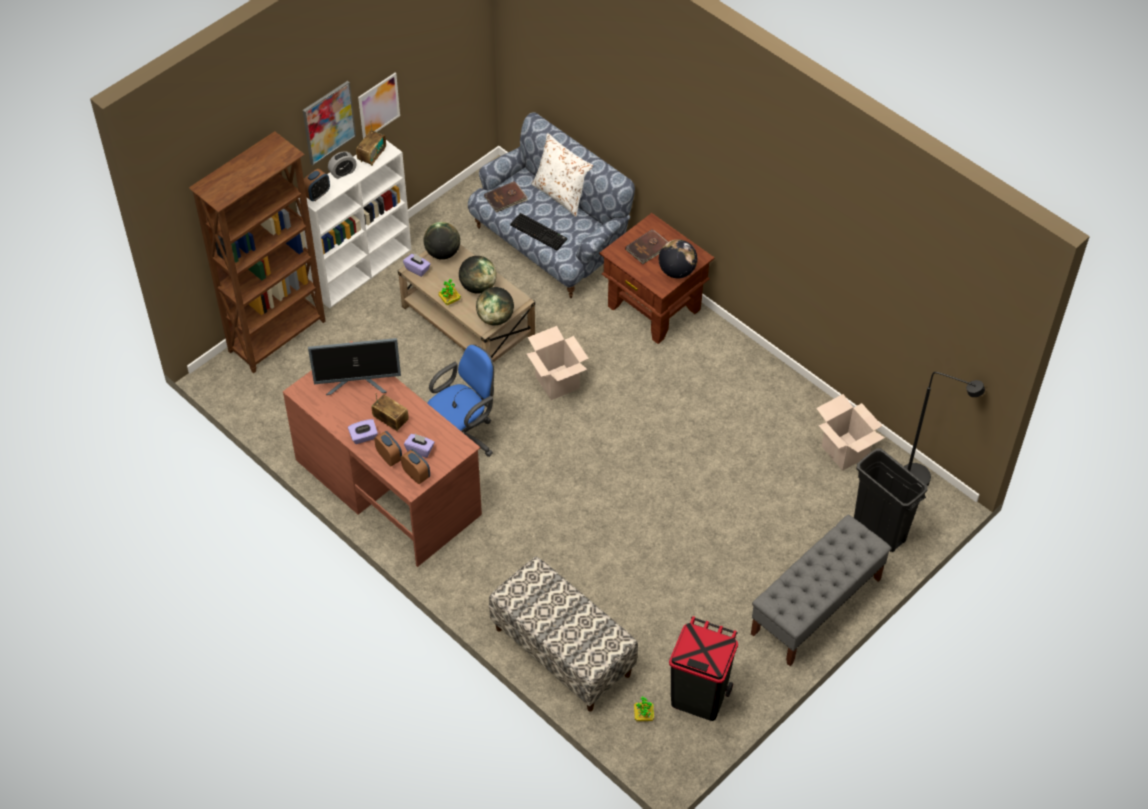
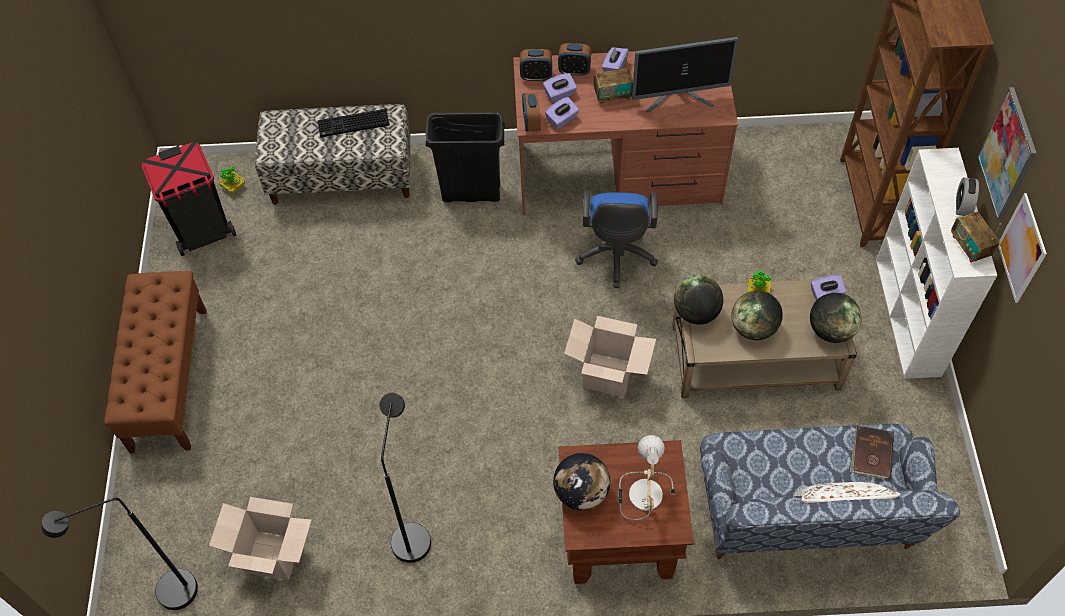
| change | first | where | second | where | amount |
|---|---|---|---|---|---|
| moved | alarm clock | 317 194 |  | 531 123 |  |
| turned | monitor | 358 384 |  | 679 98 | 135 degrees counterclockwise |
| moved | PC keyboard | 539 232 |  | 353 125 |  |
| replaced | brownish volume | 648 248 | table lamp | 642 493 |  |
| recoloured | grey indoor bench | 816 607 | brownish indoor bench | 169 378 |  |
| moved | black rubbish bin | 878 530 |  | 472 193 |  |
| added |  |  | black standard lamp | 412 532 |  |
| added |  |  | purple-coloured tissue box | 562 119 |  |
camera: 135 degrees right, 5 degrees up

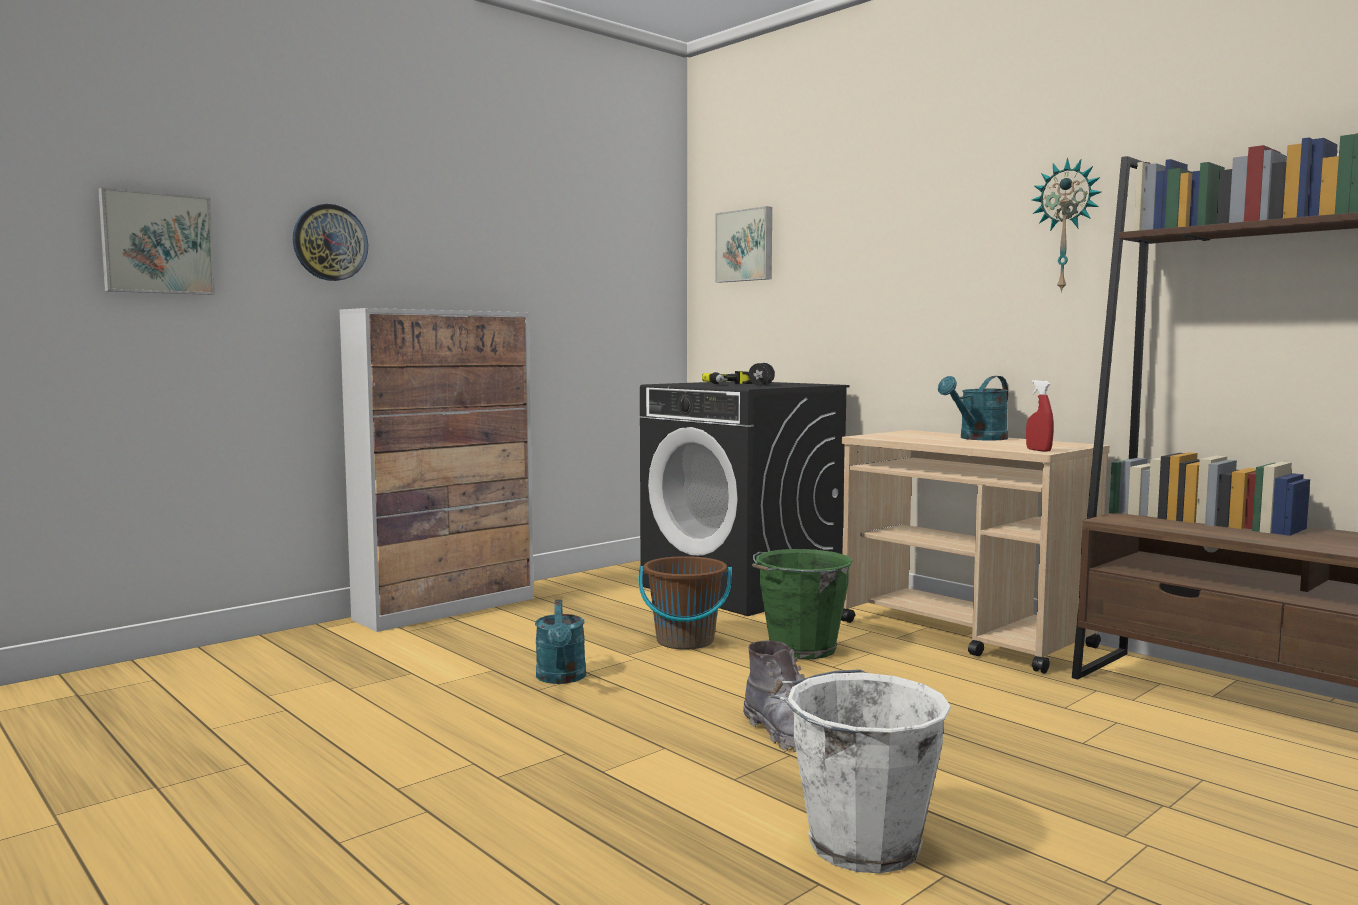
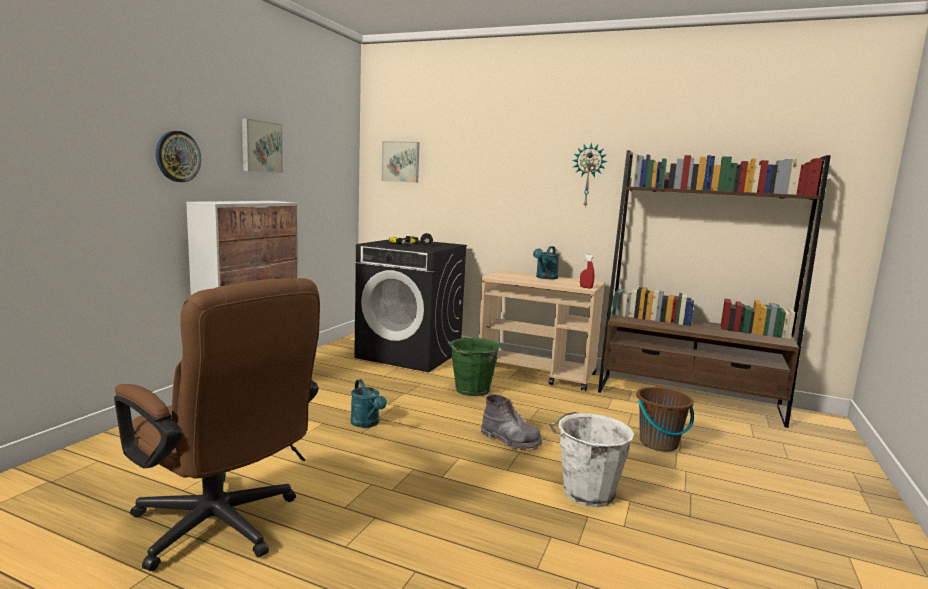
| change | first | where | second | where | amount |
|---|---|---|---|---|---|
| moved | wall art | 157 243 |  | 260 146 |  |
| moved | brownish pail | 685 641 |  | 658 443 |  |
| added |  |  | brownish desk chair | 223 528 |  |
camera: 25 degrees left, 5 degrees up

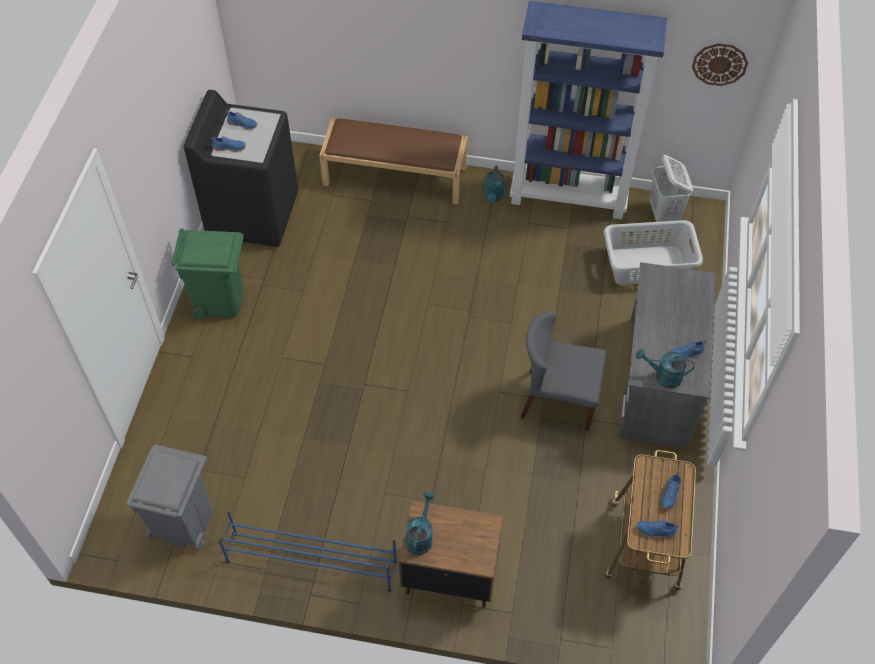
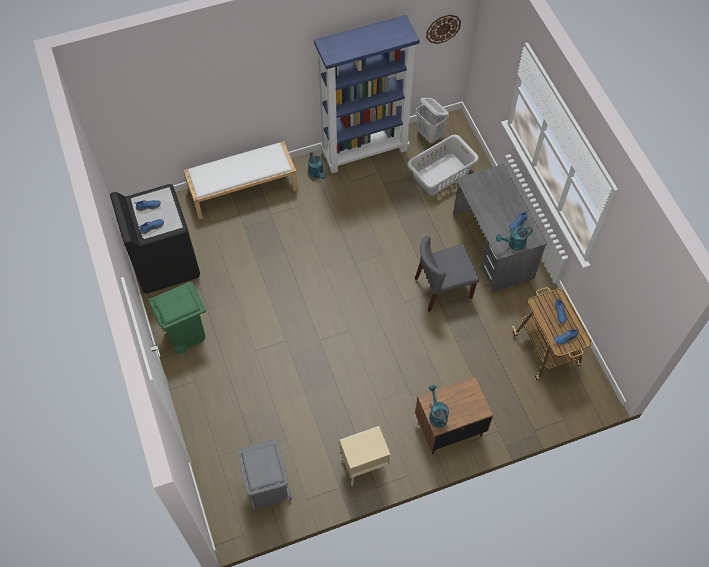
| change | first | where | second | where | amount |
|---|---|---|---|---|---|
| replaced | blue shoe shelf | 311 561 | beige-coloured nightstand | 363 467 |  |
| recoloured | brownish indoor bench | 396 175 | white indoor bench | 243 189 |  |
camera: 30 degrees left, 5 degrees up

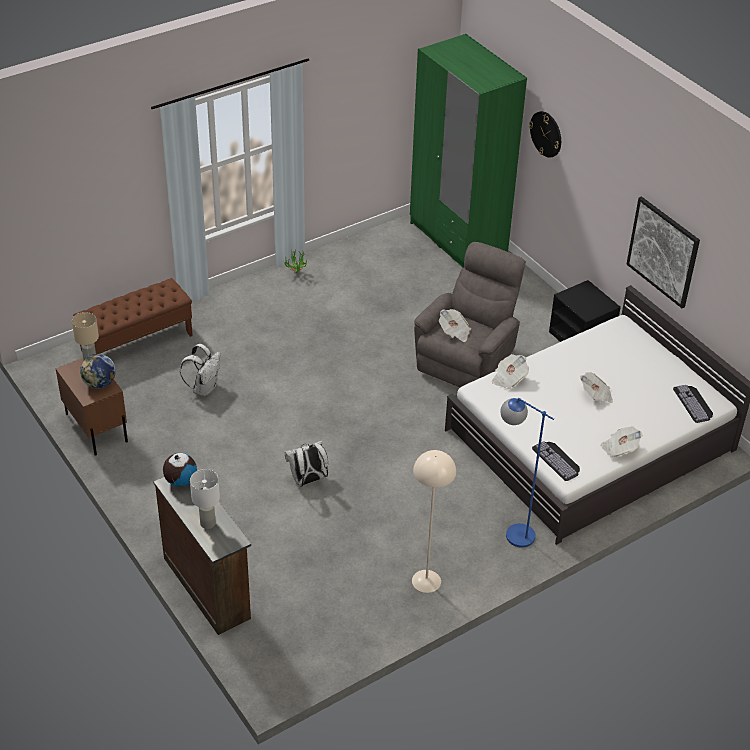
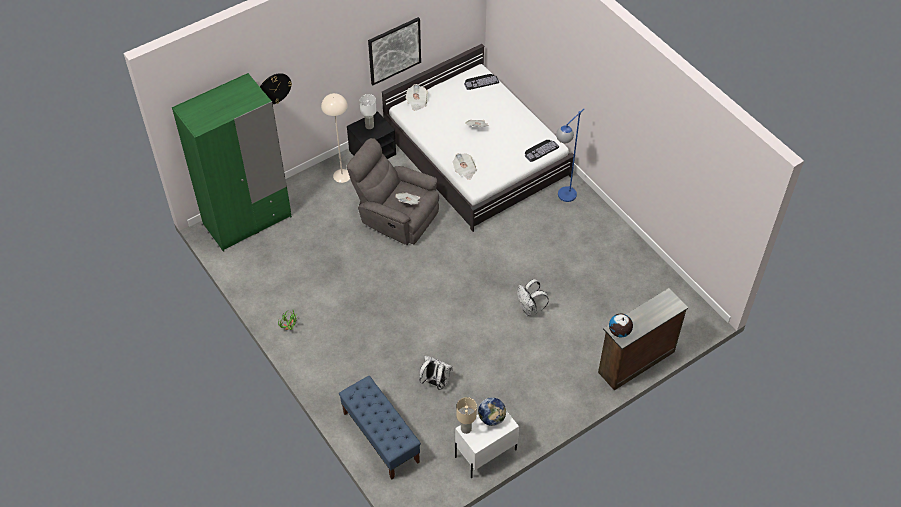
| change | first | where | second | where | amount |
|---|---|---|---|---|---|
| recoloured | brownish nightstand | 96 427 | white nightstand | 485 453 |  |
| recoloured | brownish indoor bench | 137 342 | blue indoor bench | 380 437 |  |
| moved | white table lamp | 207 523 |  | 369 126 |  |
| moved | beige-coloured standard lamp | 426 581 |  | 342 175 |  |
| moved | daily paper | 619 449 |  | 417 102 |  |
camera: 90 degrees left, 10 degrees up

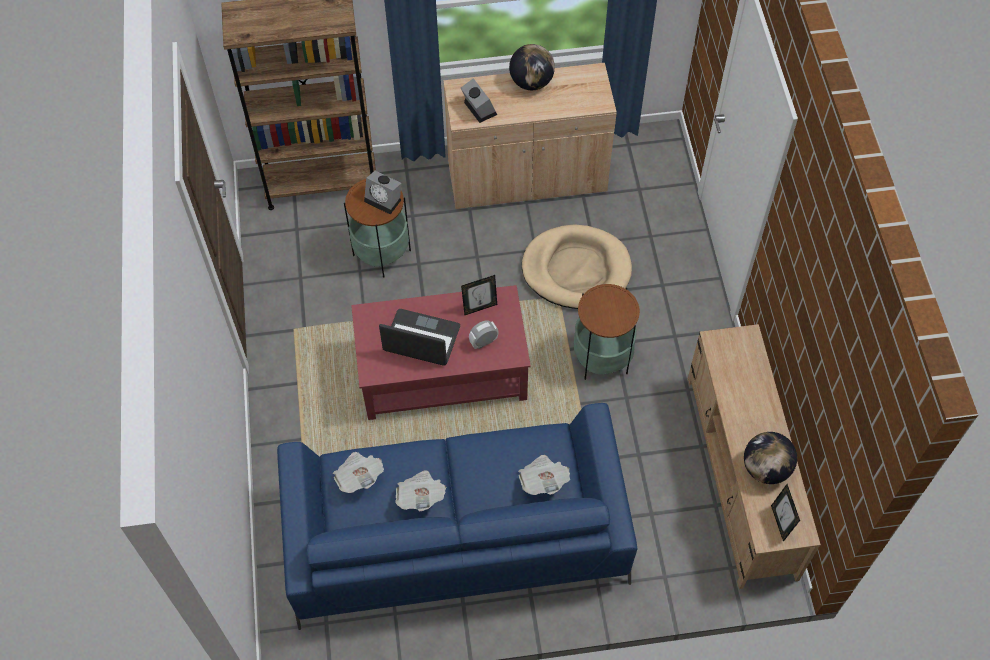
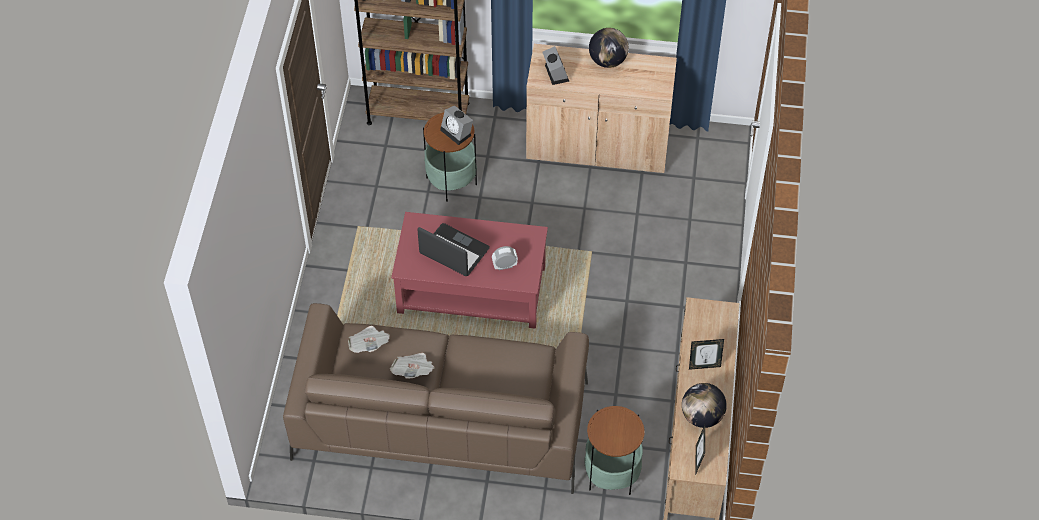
| change | first | where | second | where | amount |
|---|---|---|---|---|---|
| recoloured | blue couch | 456 535 | brownish couch | 441 420 |  |
| moved | photo frame | 479 307 |  | 704 366 |  |
| removed | daily paper | 543 480 |  |  |  |
| removed | beige-coloured dog cushion | 576 270 |  |  |  |
| moved | end table | 602 357 |  | 611 474 |  |
camera: 15 degrees right, 5 degrees down

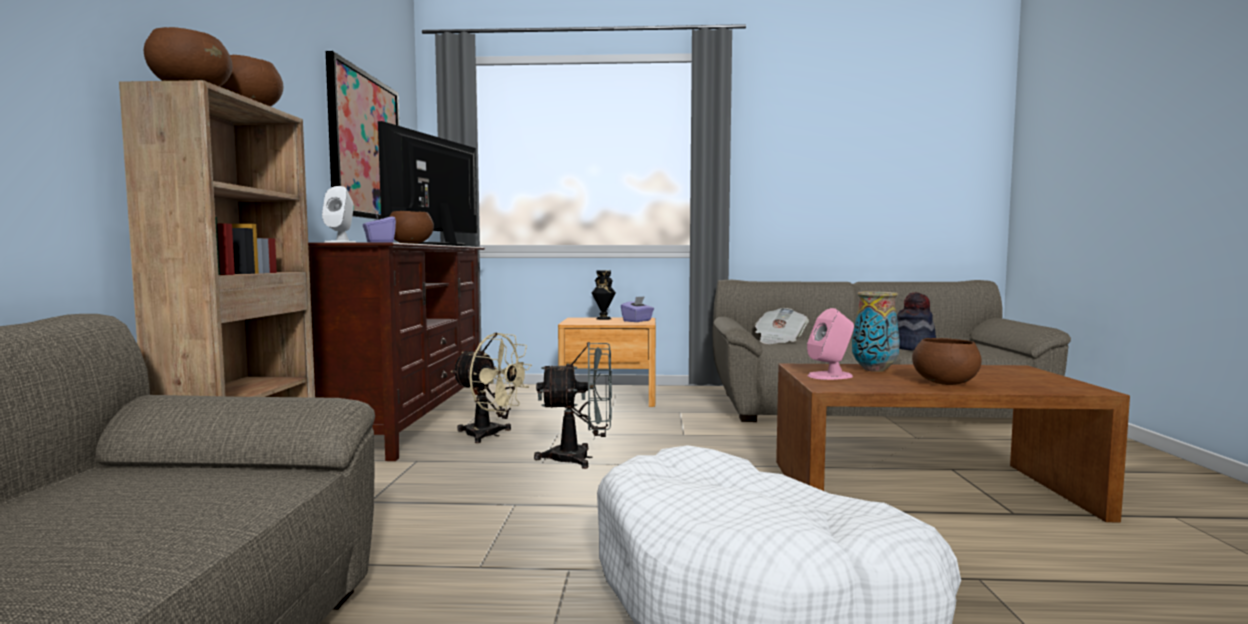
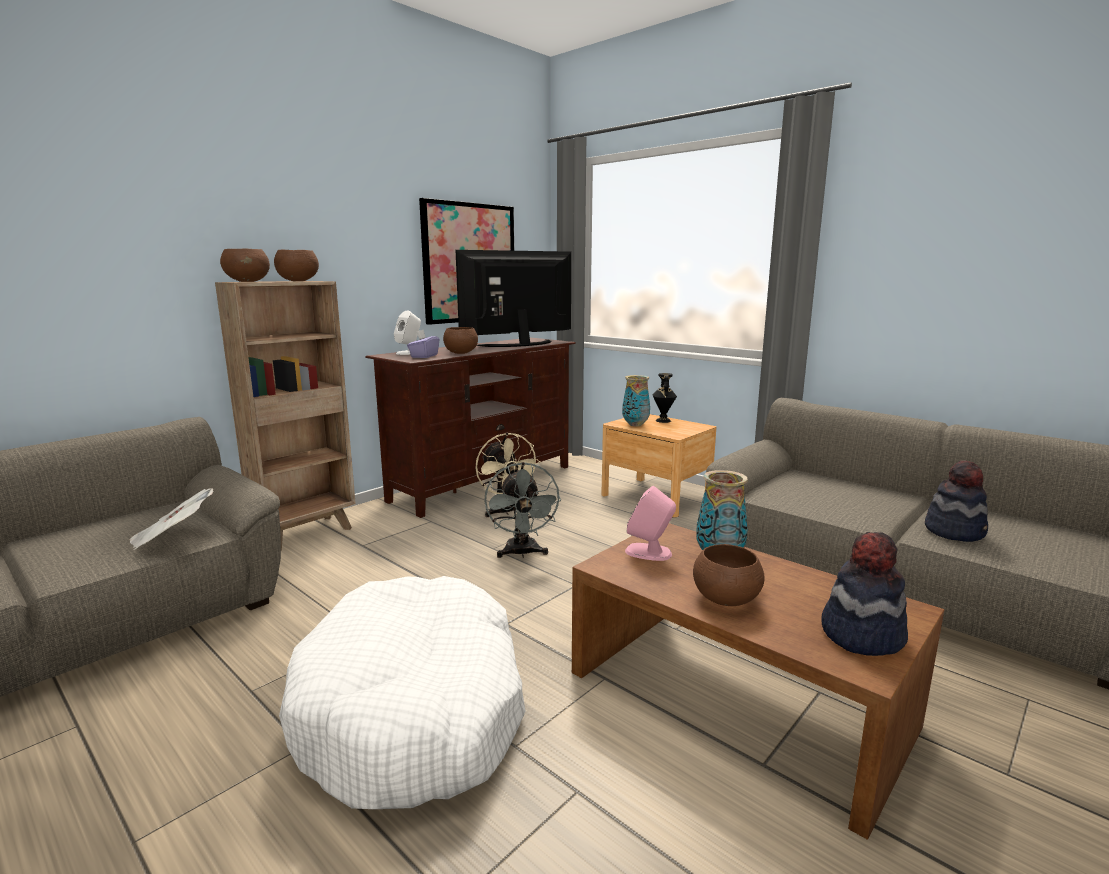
| change | first | where | second | where | amount |
|---|---|---|---|---|---|
| turned | grey fan | 580 458 |  | 522 553 | 45 degrees clockwise |
| removed | purple-coloured tissue box | 637 321 |  |  |  |
| moved | daily paper | 779 341 |  | 173 538 |  |
| added |  |  | vase | 635 425 |  |
| added |  |  | clothing hat | 861 634 |  |
camera: 40 degrees right, 10 degrees up

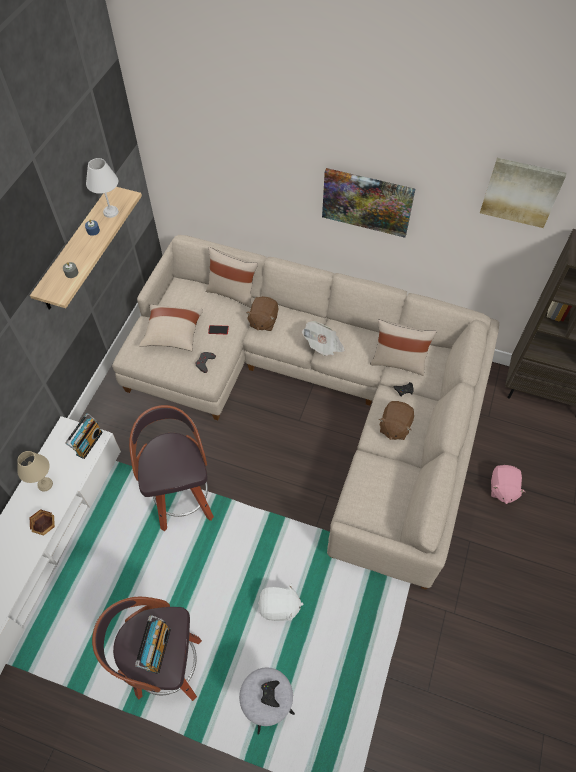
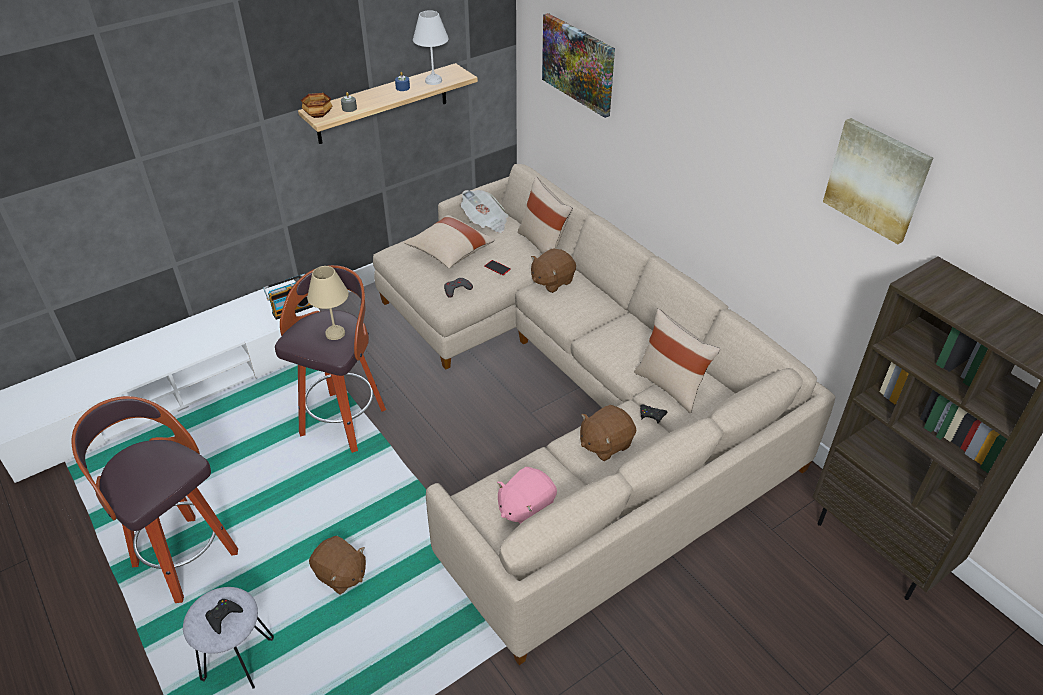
| change | first | where | second | where | amount |
|---|---|---|---|---|---|
| moved | beige-coloured table lamp | 45 485 |  | 334 334 |  |
| moved | serving bowl | 46 526 |  | 319 115 |  |
| removed | radio set | 156 649 |  |  |  |
| recoloured | white plush toy | 279 607 | brownish plush toy | 340 575 |  |
| moved | daily paper | 323 346 |  | 485 222 |  |
| moved | wall art | 367 201 |  | 578 64 |  |
| moved | pink plush toy | 502 488 |  | 525 508 |  |
camera: 35 degrees right, 15 degrees down

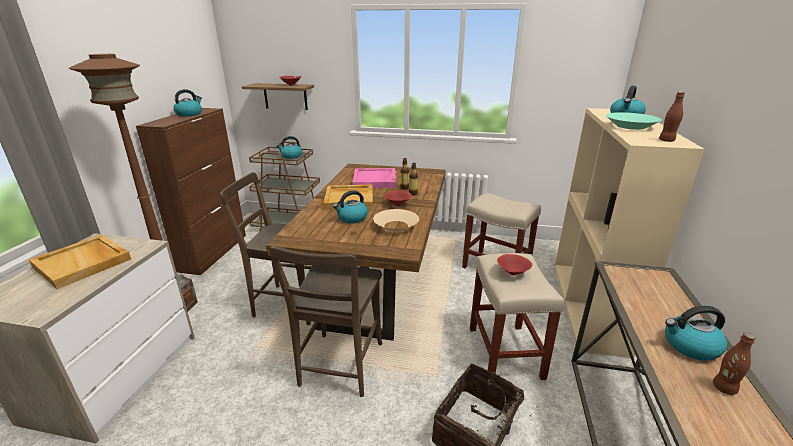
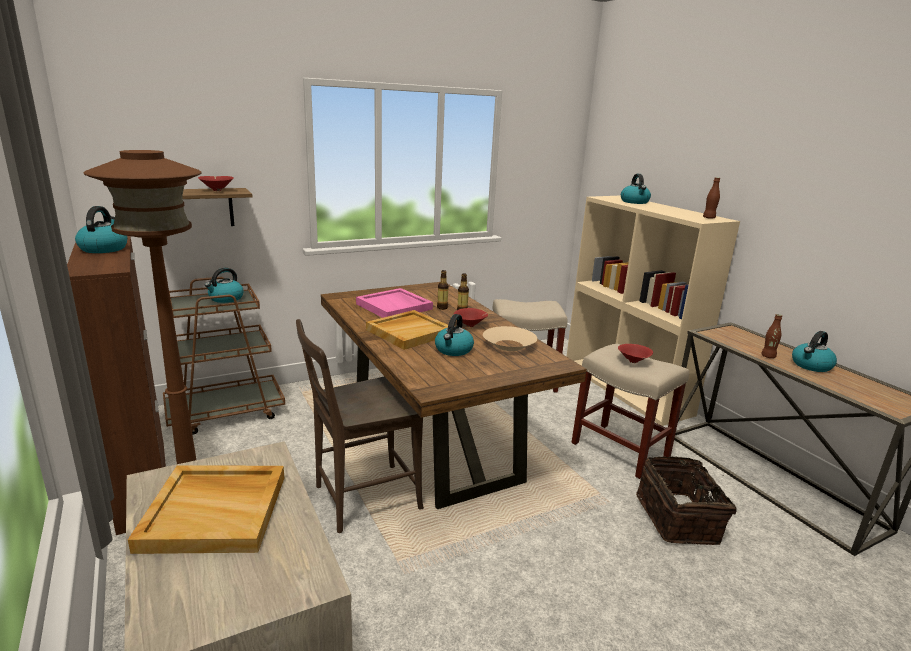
| change | first | where | second | where | amount |
|---|---|---|---|---|---|
| removed | brownish upright chair | 339 367 |  |  |  |
| removed | blue-green serving bowl | 631 126 |  |  |  |
| moved | brownish bottle | 724 388 |  | 768 356 |  |
camera: 40 degrees left, 5 degrees down

